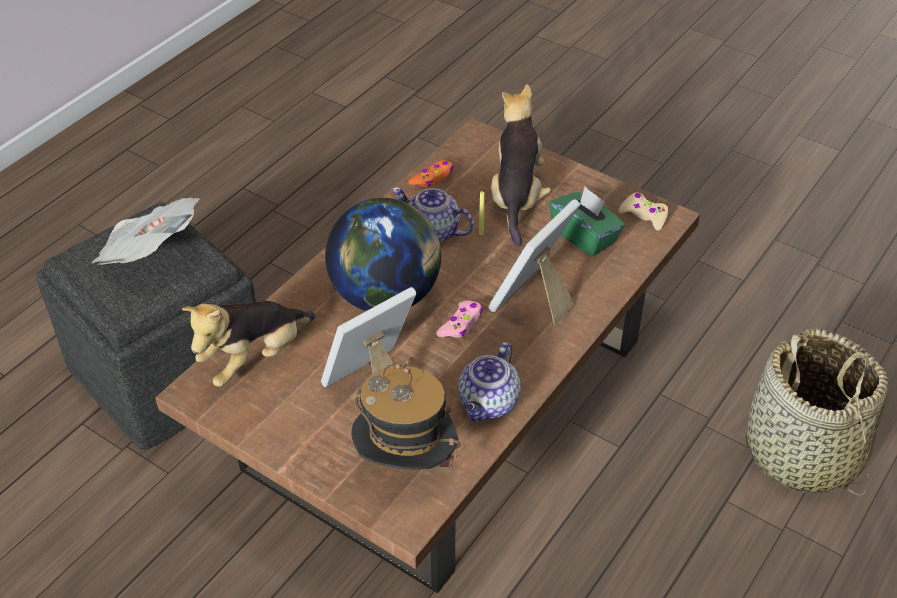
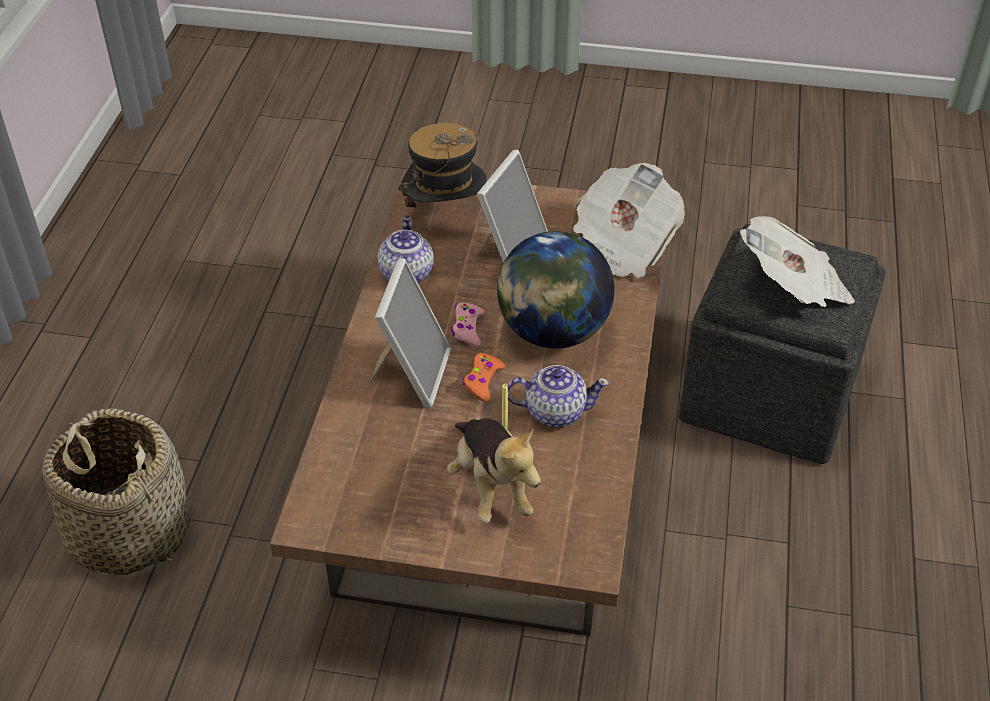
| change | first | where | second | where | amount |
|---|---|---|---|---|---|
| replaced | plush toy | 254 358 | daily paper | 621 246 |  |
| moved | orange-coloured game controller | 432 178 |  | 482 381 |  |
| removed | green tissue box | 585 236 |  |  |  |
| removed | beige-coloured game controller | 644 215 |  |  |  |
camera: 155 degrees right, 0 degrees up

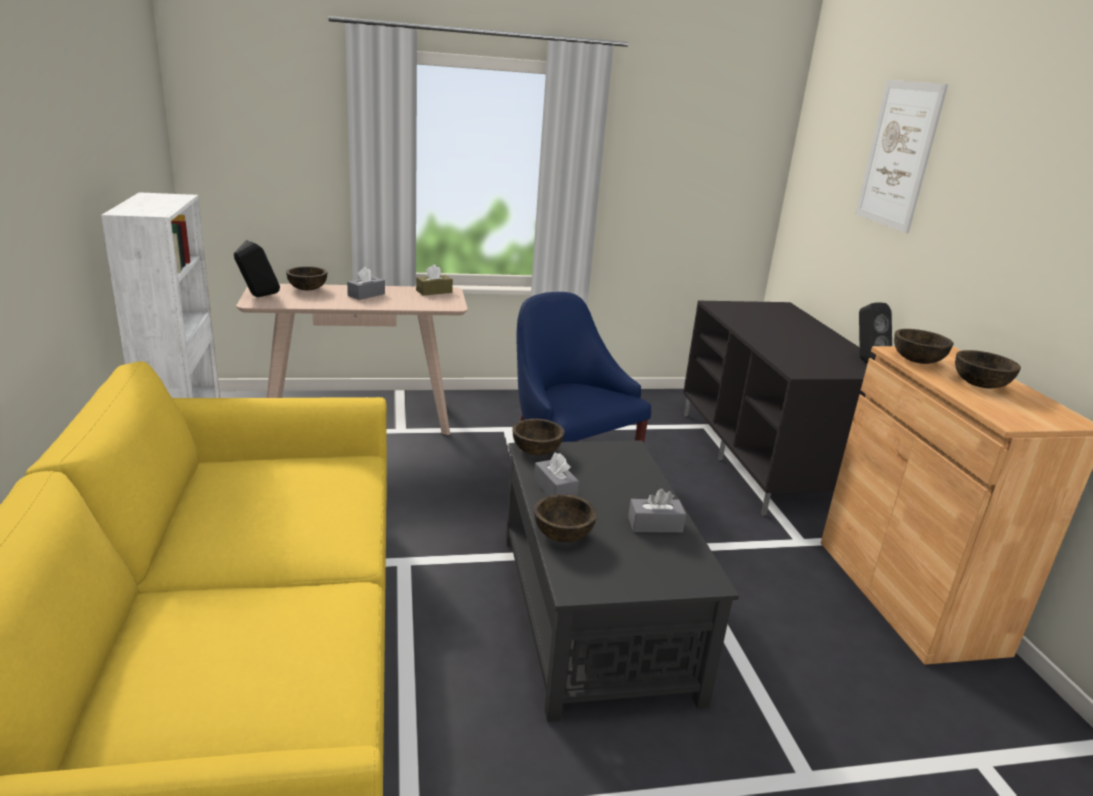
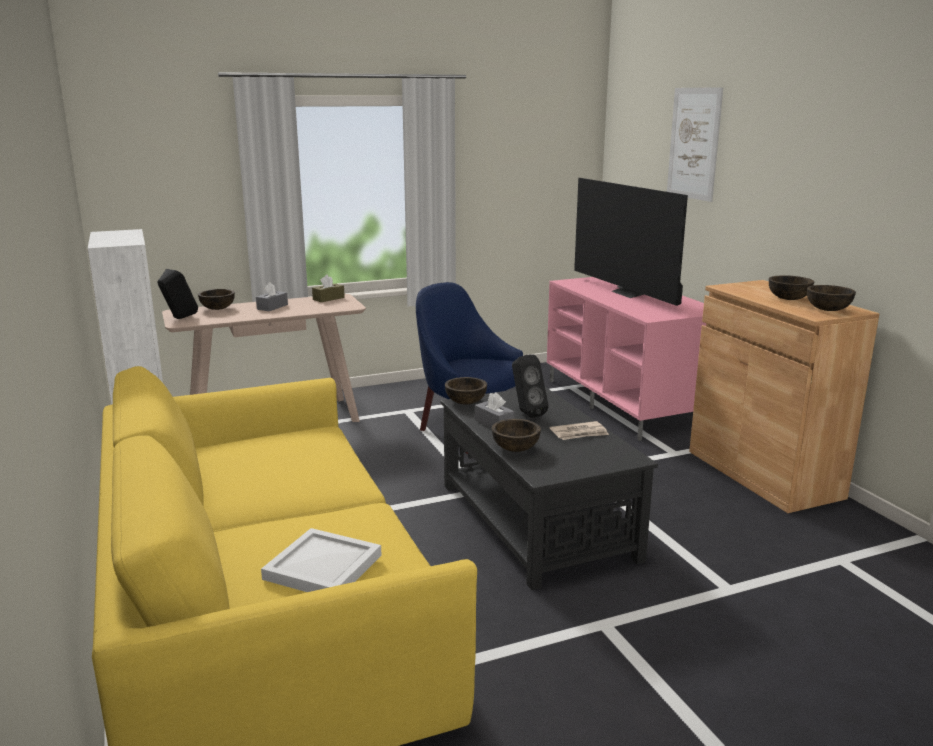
| change | first | where | second | where | amount |
|---|---|---|---|---|---|
| replaced | grey tissue box | 655 525 | daily paper | 579 433 |  |
| recoloured | black tv stand | 766 459 | pink tv stand | 627 403 |  |
| moved | black loudspeaker | 865 361 |  | 526 413 |  |
| moved | brownish serving bowl | 917 361 |  | 828 310 |  |
| added |  |  | white tray | 325 566 |  |
| added |  |  | television | 630 293 |  |
camera: 10 degrees left, 5 degrees down

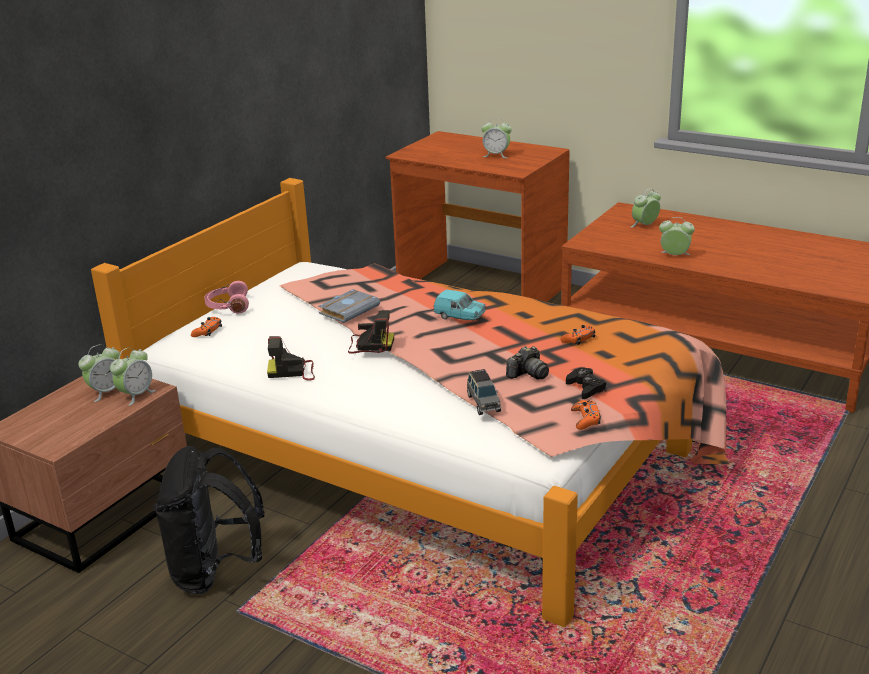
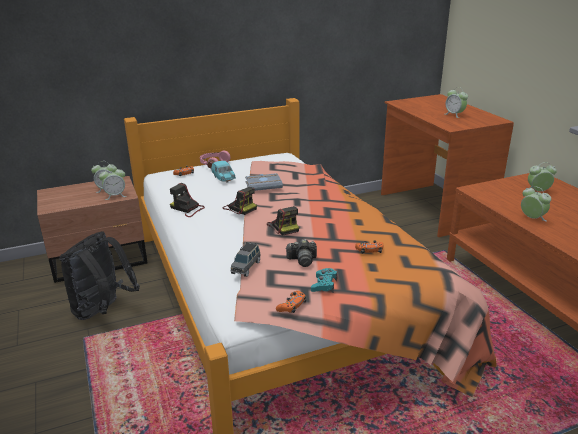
| change | first | where | second | where | amount |
|---|---|---|---|---|---|
| moved | blue-green model car | 459 317 |  | 223 178 |  |
| recoloured | black game controller | 586 388 | blue-green game controller | 324 284 |  |
| added |  |  | photo camera | 283 226 |  |
camera: 35 degrees right, 0 degrees up

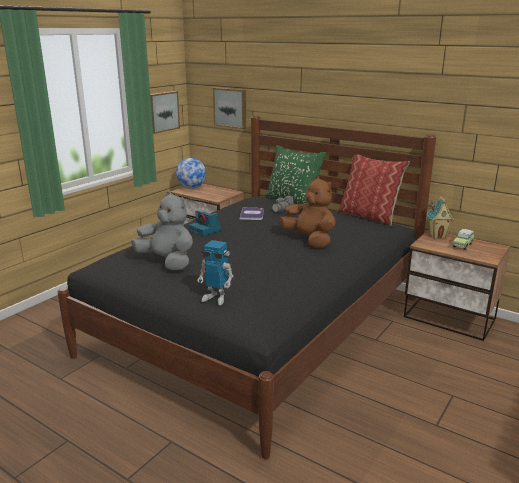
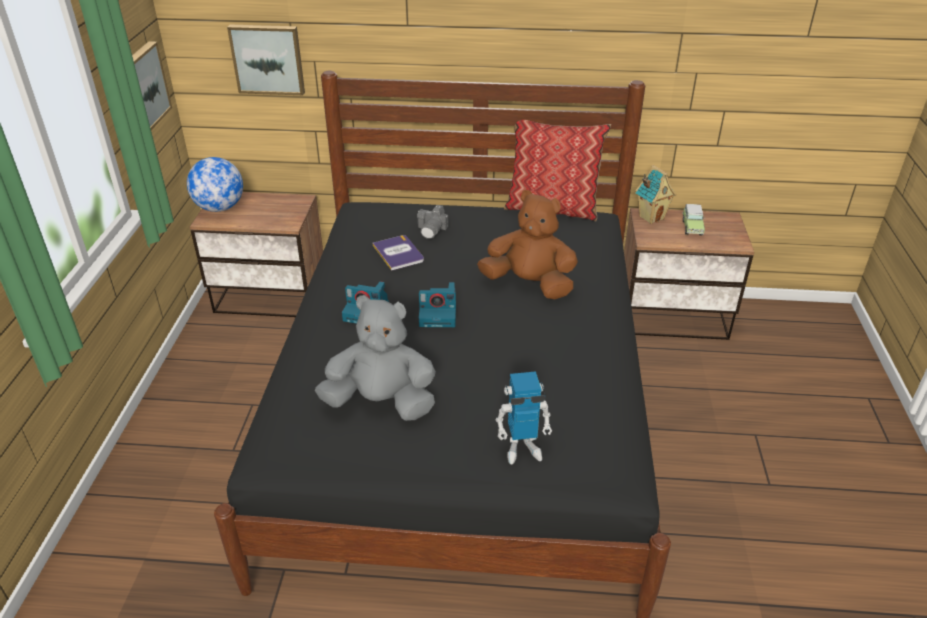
| change | first | where | second | where | amount |
|---|---|---|---|---|---|
| removed | green pillow | 293 201 |  |  |  |
| added |  |  | photo camera | 439 314 |  |
camera: 30 degrees left, 15 degrees up

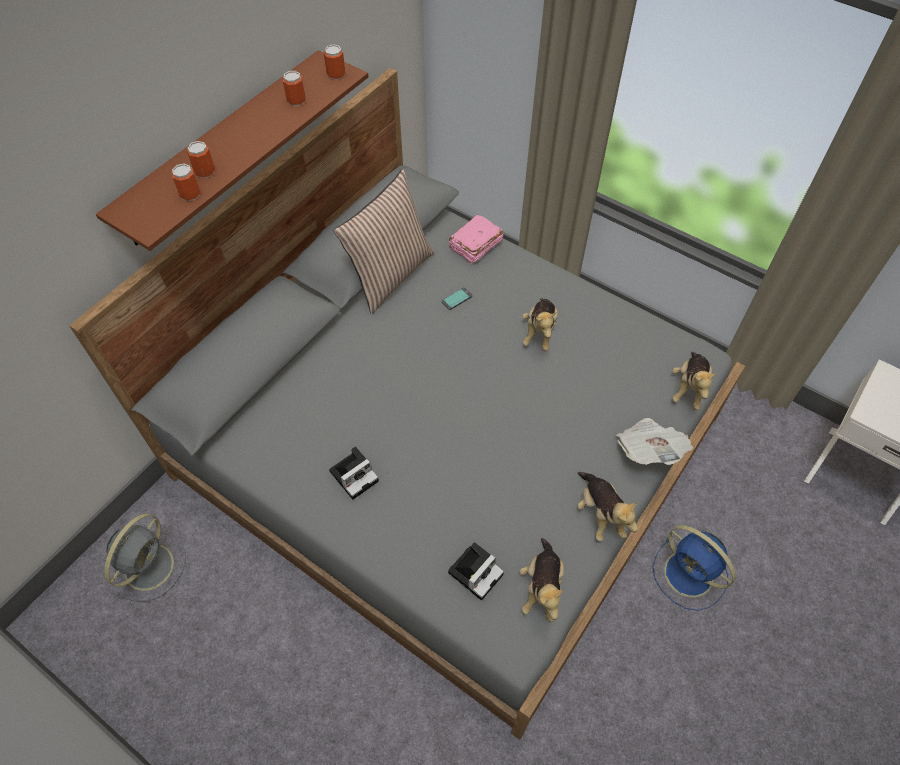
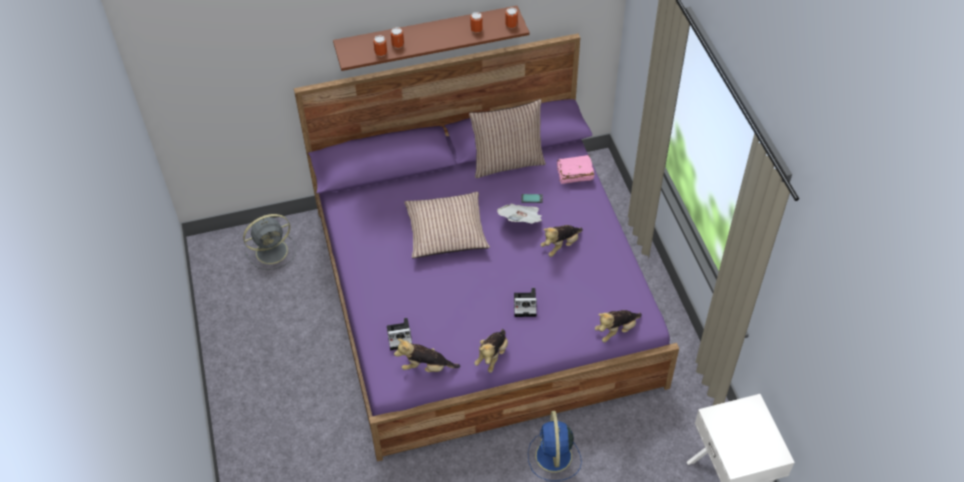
| change | first | where | second | where | amount |
|---|---|---|---|---|---|
| recoloured | grey bed | 449 445 | purple-coloured bed | 483 294 |  |
| moved | photo camera | 355 474 |  | 526 305 |  |
| turned | plush toy | 542 588 |  | 426 367 | 45 degrees clockwise |
| moved | daily paper | 649 450 |  | 521 221 |  |
| added |  |  | pillow | 446 232 |  |
camera: 40 degrees right, 5 degrees down

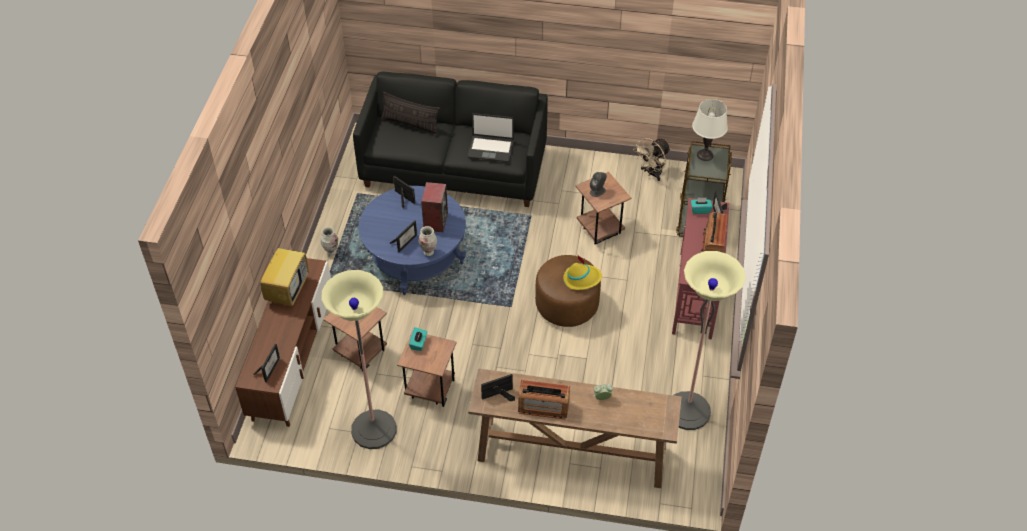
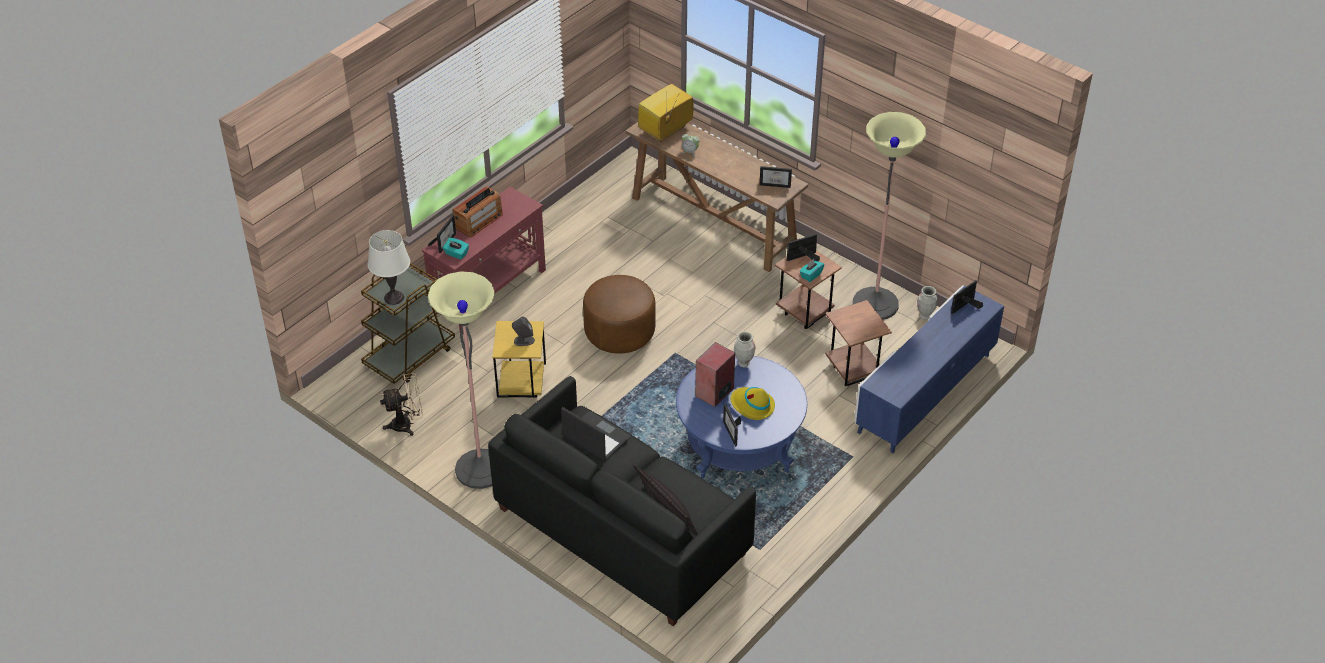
| change | first | where | second | where | amount |
|---|---|---|---|---|---|
| recoloured | brownish tv stand | 293 359 | blue tv stand | 924 393 |  |
| moved | television | 287 290 |  | 665 131 |  |
| moved | vase | 331 251 |  | 925 316 |  |
| moved | photo frame | 405 241 |  | 802 258 |  |
| removed | radio set | 543 406 |  |  |  |
| moved | yellow clothing hat | 582 279 |  | 752 406 |  |
| recoloured | brownish end table | 601 230 | yellow end table | 521 387 |  |
| moved | standard lamp | 688 411 |  | 480 469 |  |
camera: 150 degrees left, 5 degrees down

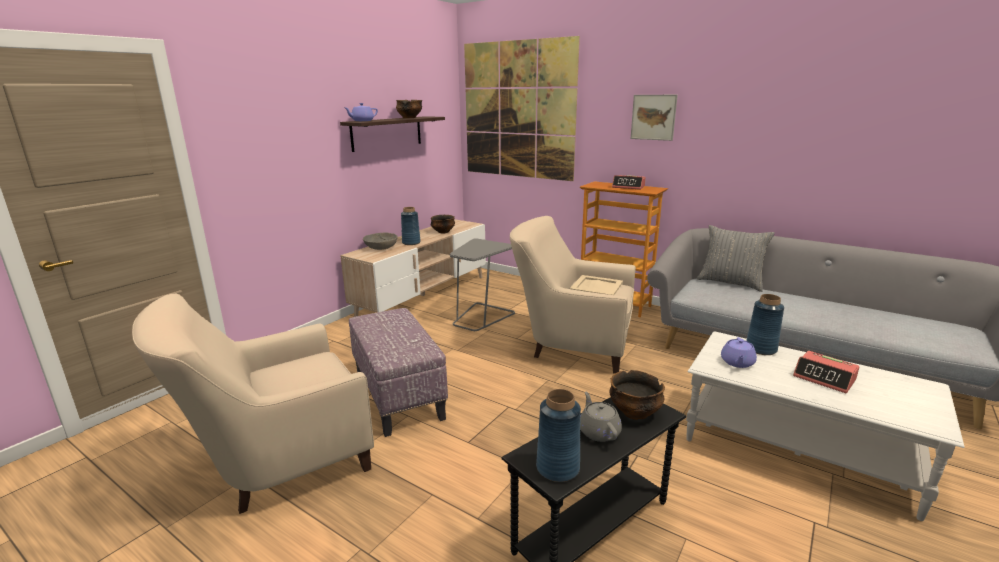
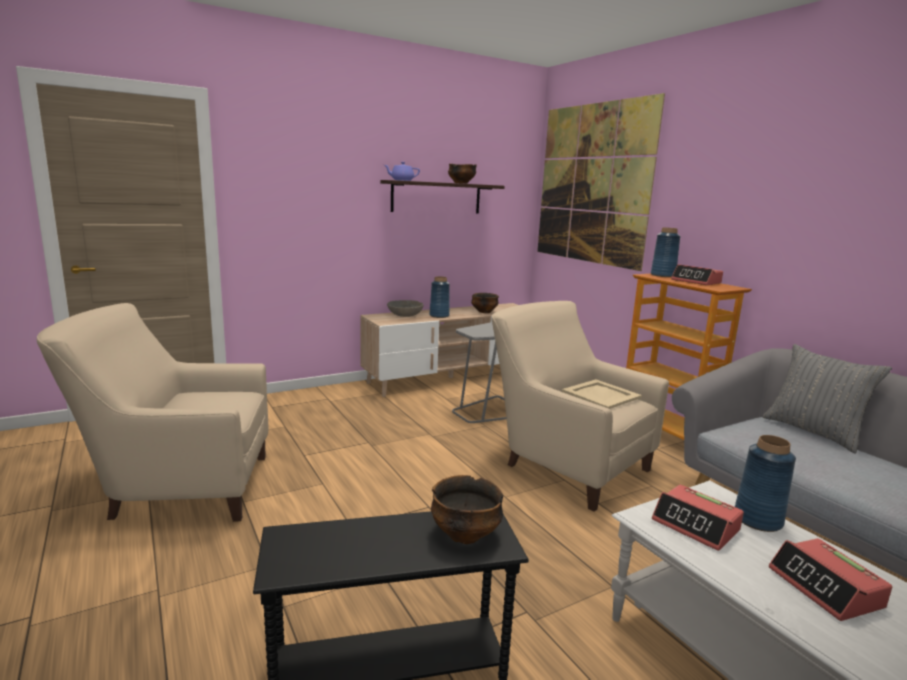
| change | first | where | second | where | amount |
|---|---|---|---|---|---|
| removed | ottoman | 397 395 |  |  |  |
| moved | blue vase | 557 467 |  | 663 275 |  |
| removed | grey tea pot | 598 431 |  |  |  |
| removed | wall art | 653 117 |  |  |  |
| replaced | purple-coloured tea pot | 737 363 | alarm clock | 696 525 |  |
camera: 25 degrees right, 5 degrees down

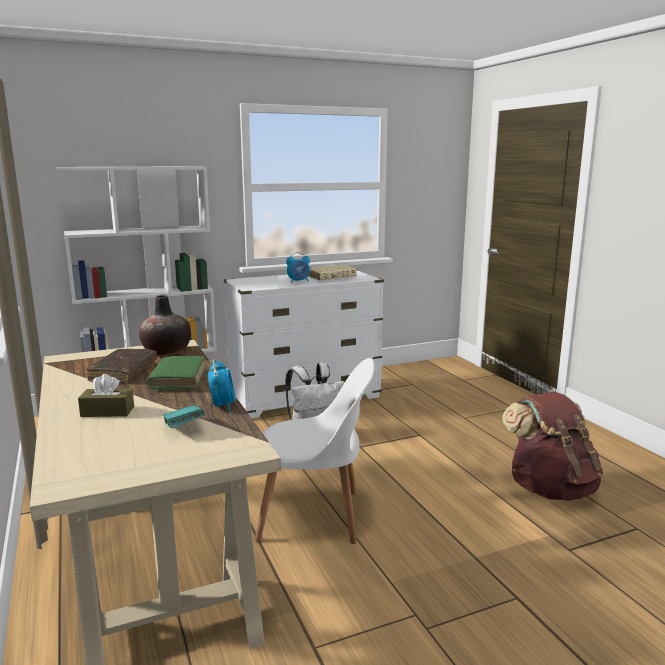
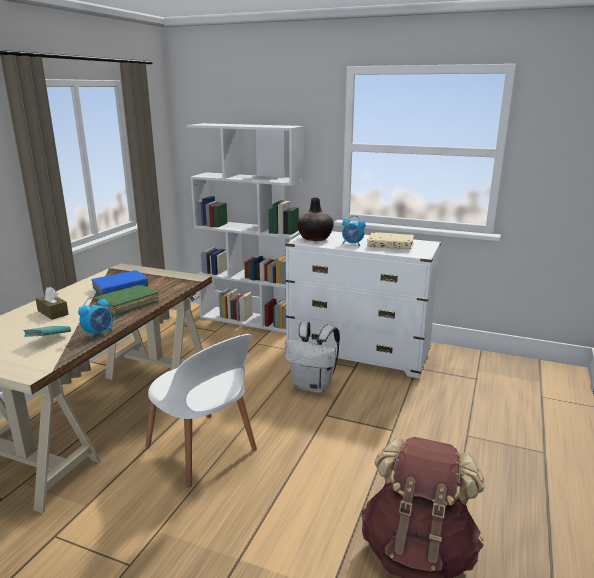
| change | first | where | second | where | amount |
|---|---|---|---|---|---|
| recoloured | brownish volume | 123 372 | blue volume | 120 288 |  |
| moved | vase | 166 352 |  | 315 239 |  |
camera: 45 degrees right, 5 degrees up

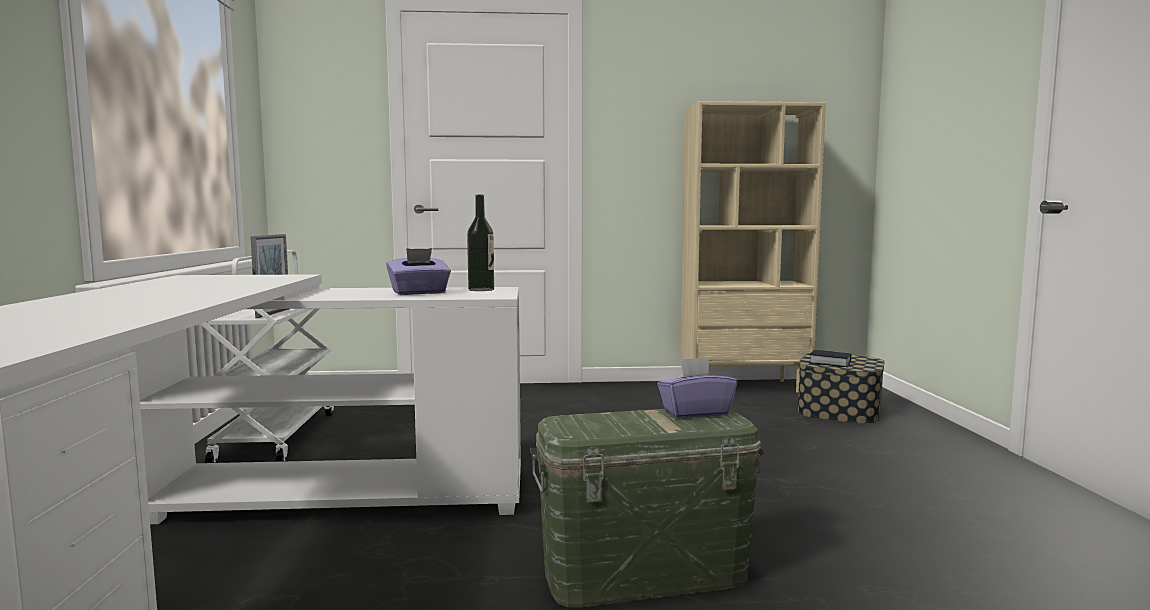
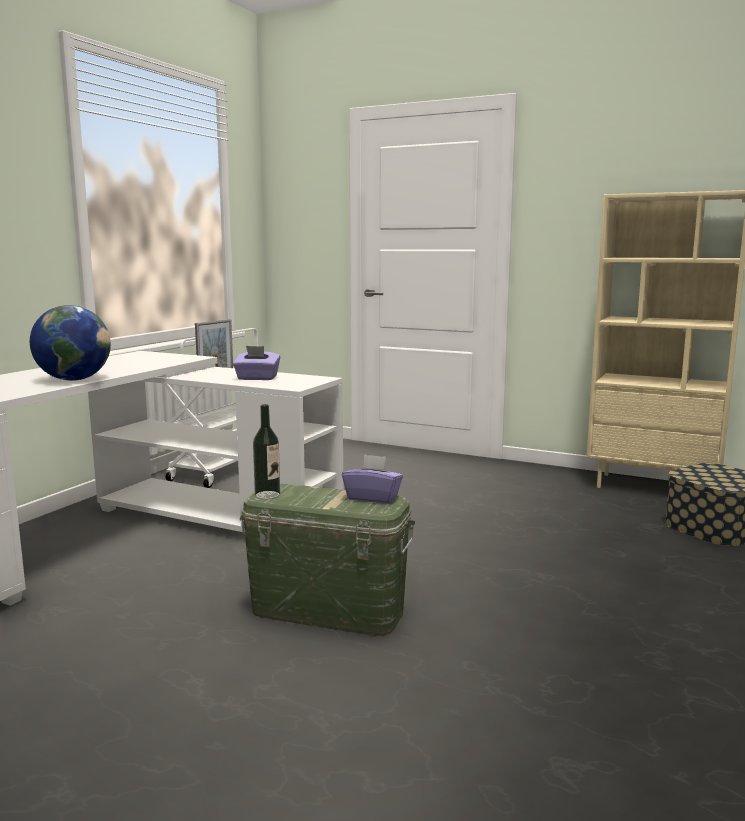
| change | first | where | second | where | amount |
|---|---|---|---|---|---|
| moved | bottle | 481 289 |  | 267 495 |  |
| removed | volume | 829 363 |  |  |  |
| added |  |  | globe | 74 380 |  |
camera: 30 degrees right, 5 degrees up

